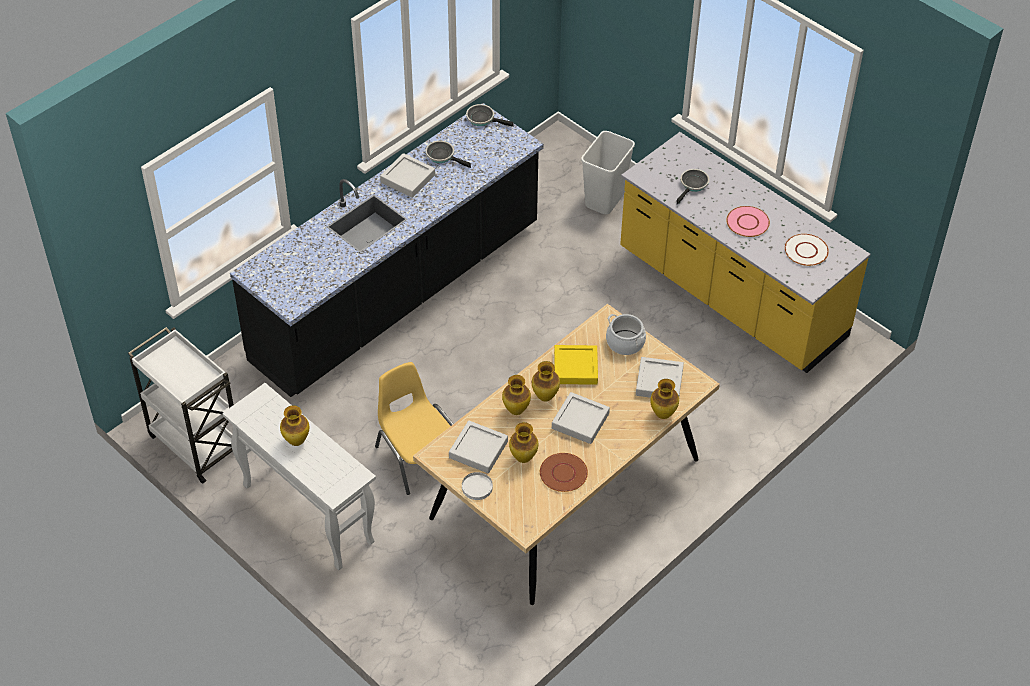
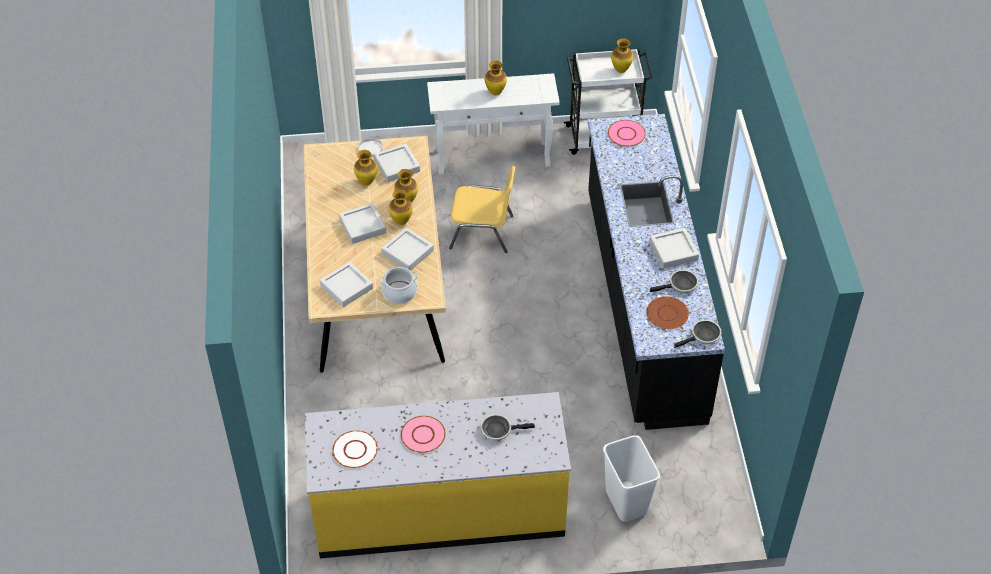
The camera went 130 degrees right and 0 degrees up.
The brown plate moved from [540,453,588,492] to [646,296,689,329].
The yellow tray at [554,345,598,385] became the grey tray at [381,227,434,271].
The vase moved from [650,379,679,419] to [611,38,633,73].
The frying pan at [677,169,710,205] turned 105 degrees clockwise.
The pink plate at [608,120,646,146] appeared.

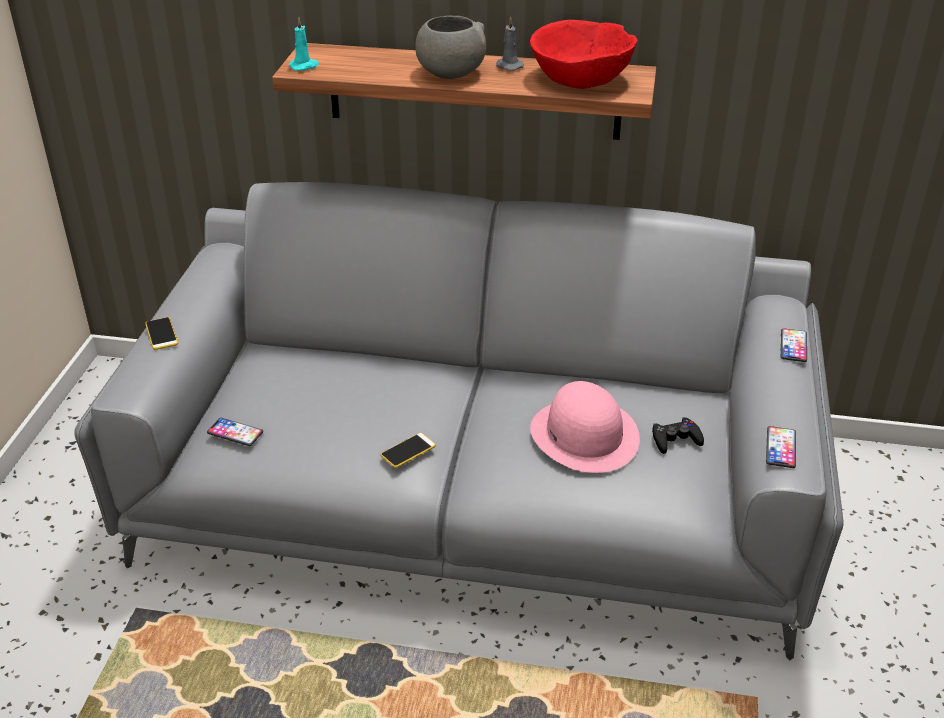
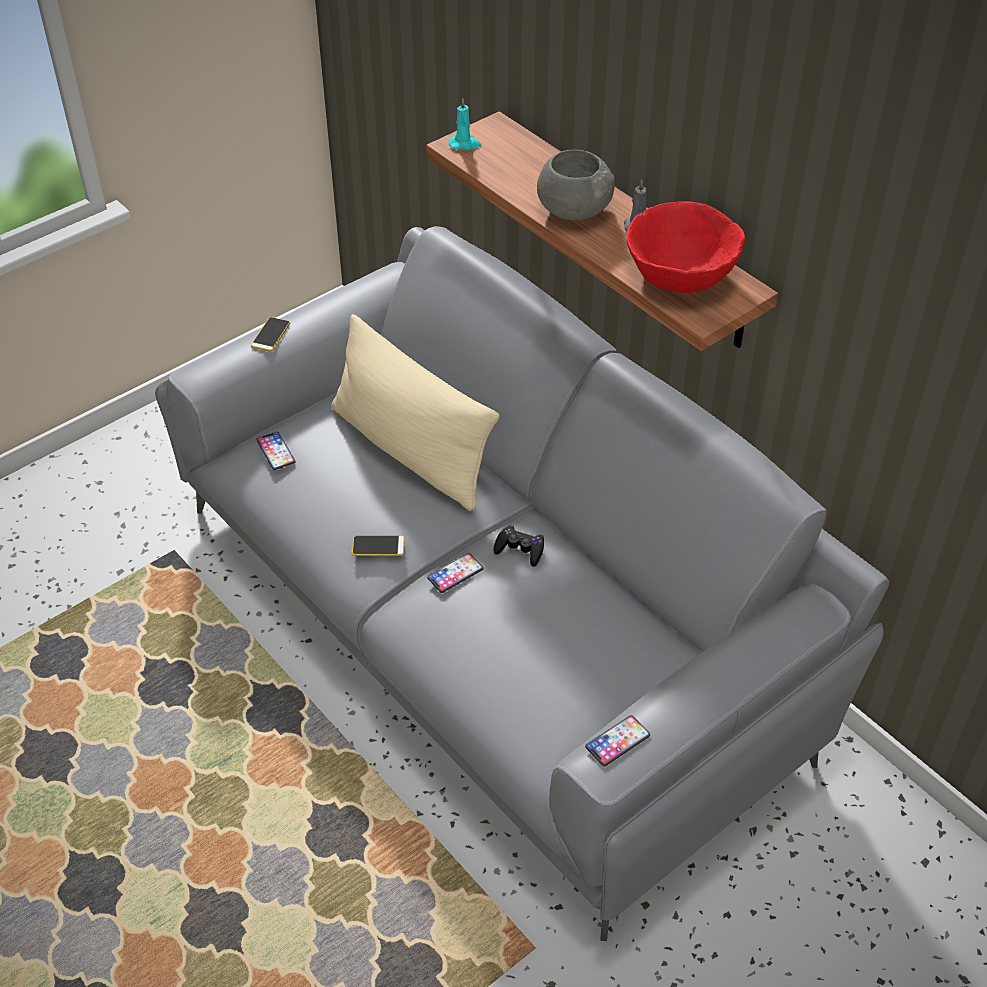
The camera went 40 degrees right and 10 degrees up.
The pink hat at [530,381,640,473] disappeared.
The black game controller moved from [652,417,704,454] to [494,525,544,567].
The phone moved from [781,328,807,362] to [427,553,484,593].
The beige pillow at [332,314,499,511] appeared.

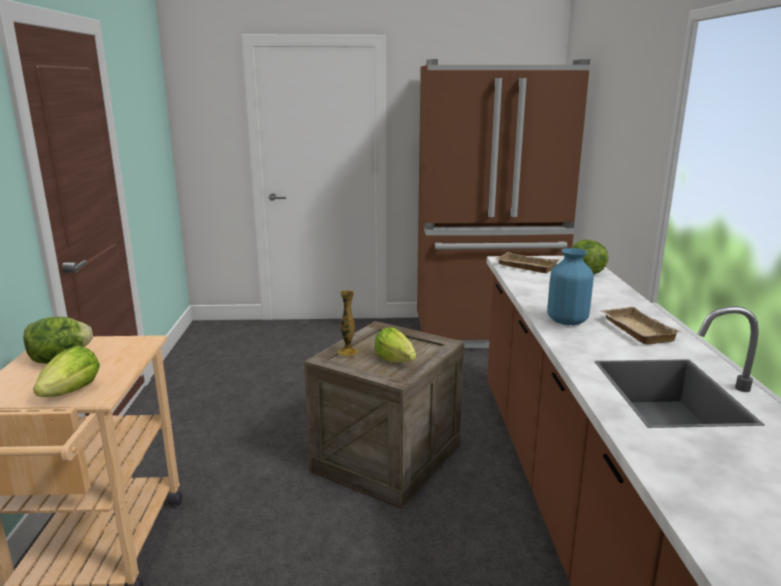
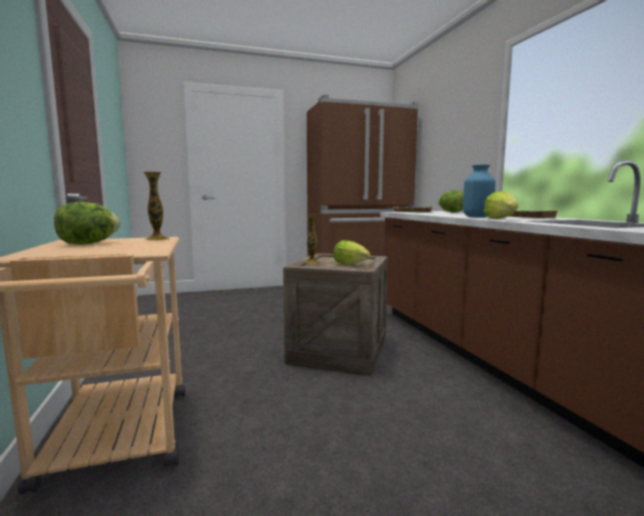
The camera went 15 degrees left and 10 degrees down.
The lettuce moved from [33,346,100,397] to [484,191,518,219].
The vase at [144,172,170,240] appeared.

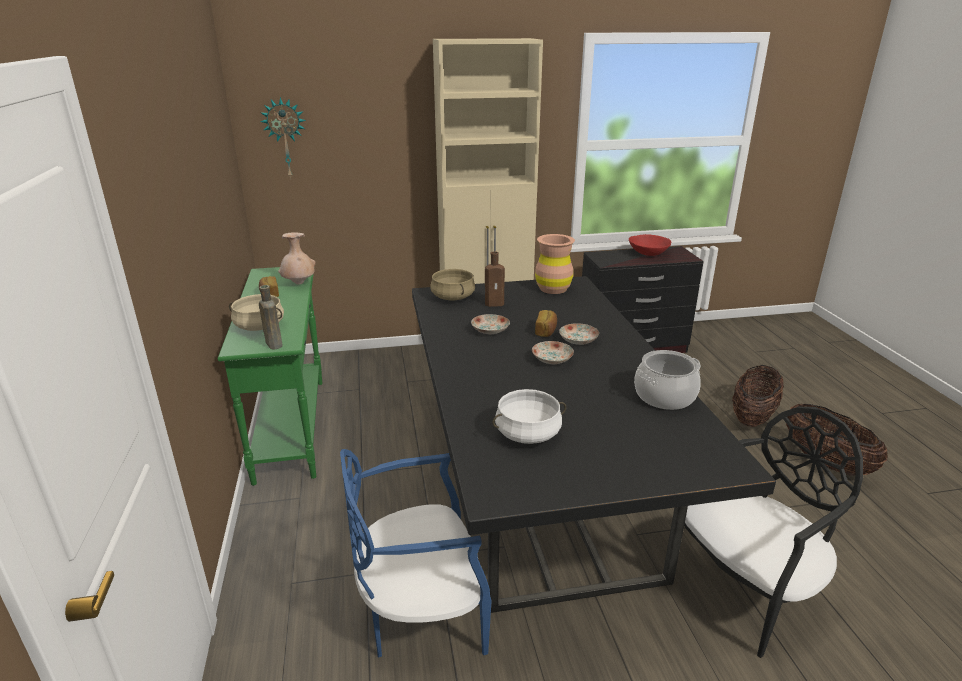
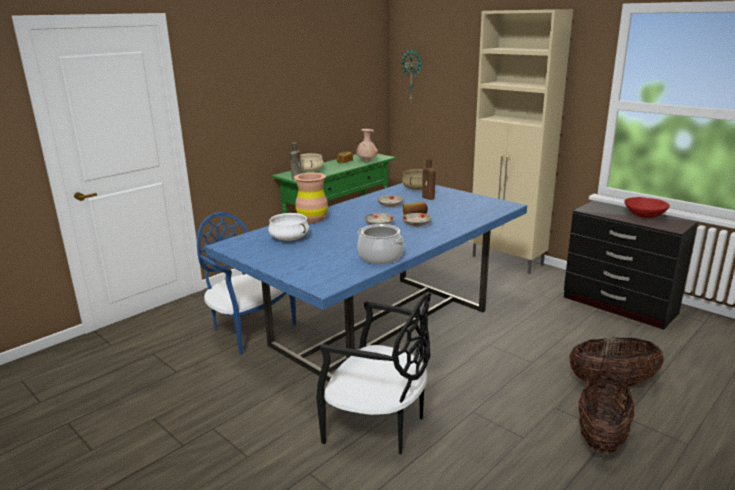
The camera went 55 degrees right and 5 degrees down.
The black dining table at [412,276,776,613] became the blue dining table at [205,183,527,382].
The brown vase moved from [535,234,575,294] to [294,173,328,223].

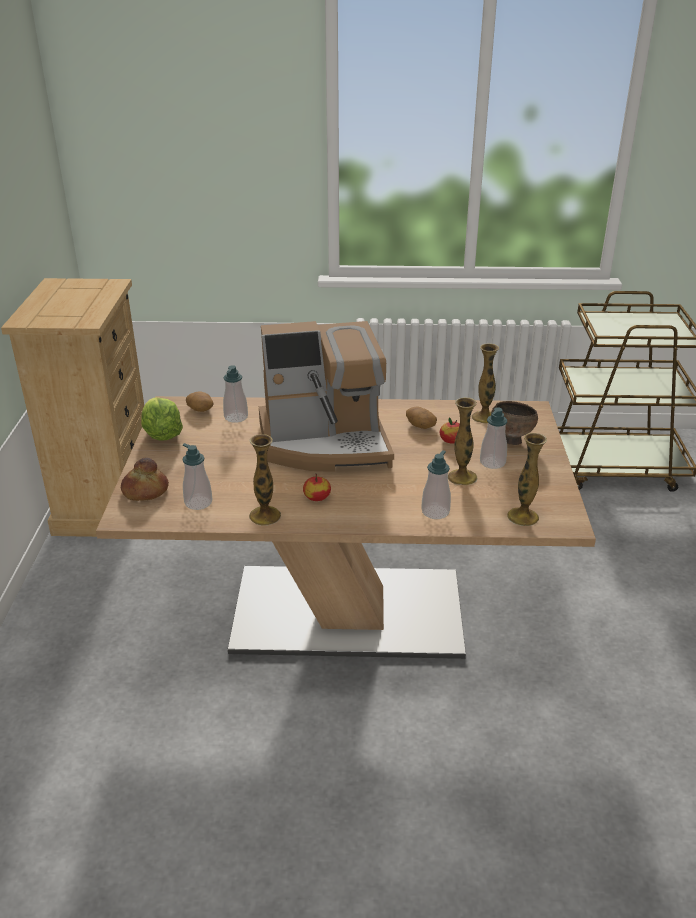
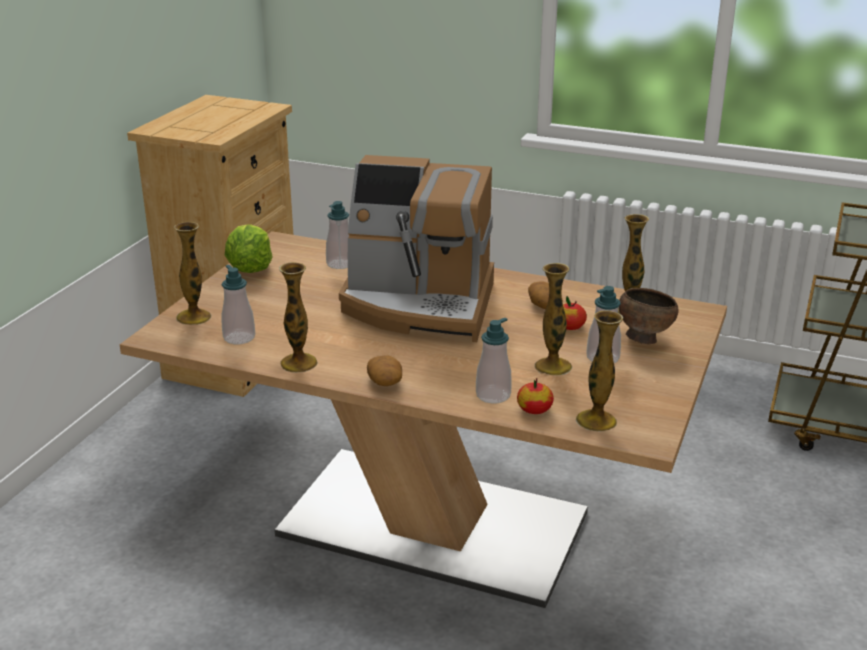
The camera went 20 degrees right and 5 degrees down.
The bread at [121,457,169,501] was replaced by the vase at [174,222,212,325].
The potato moved from [186,391,213,412] to [367,356,402,386].
The apple moved from [303,474,331,501] to [517,378,554,414].

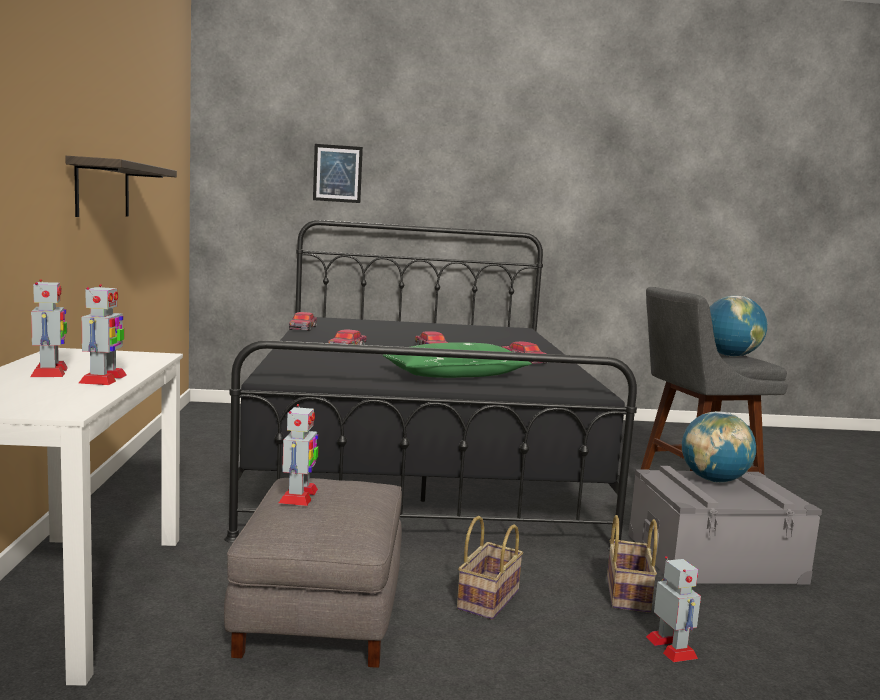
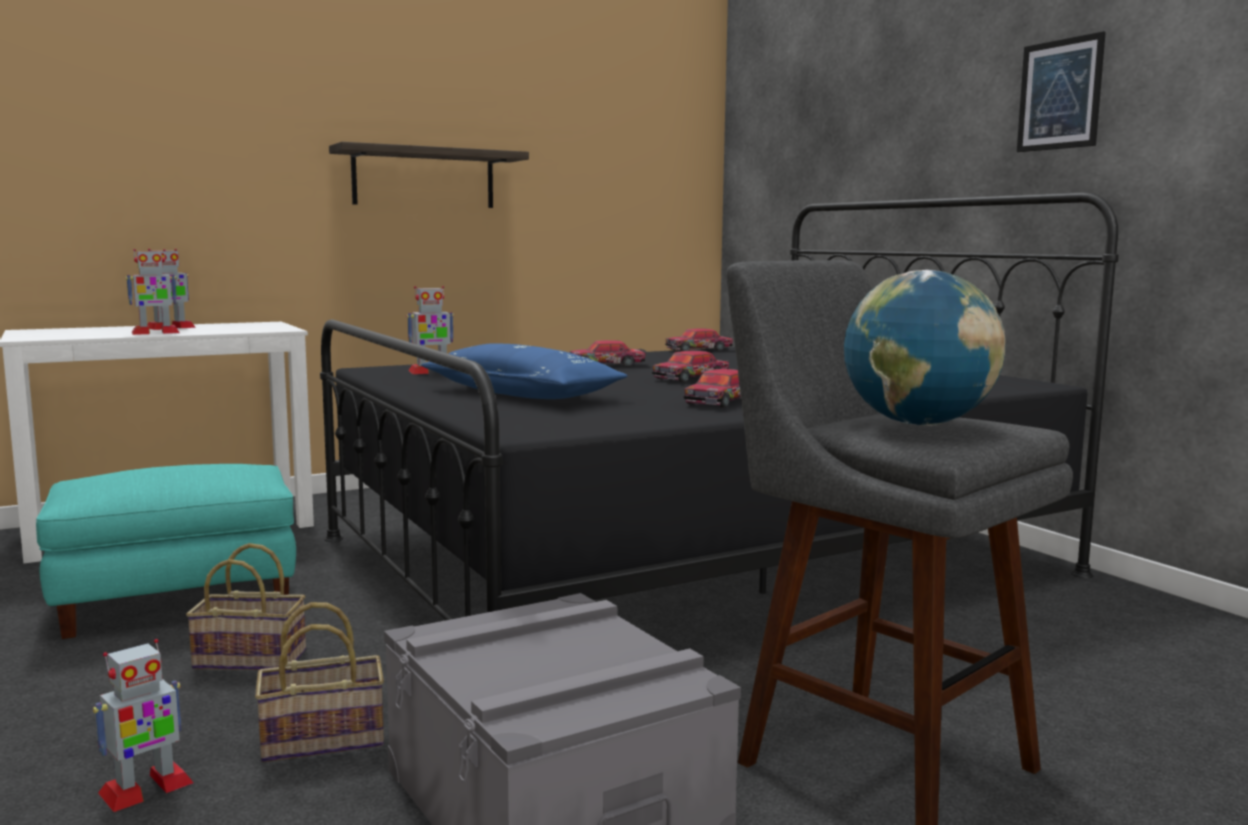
The camera went 65 degrees right and 0 degrees up.
The grey ottoman at [224,478,402,668] became the turquoise ottoman at [36,464,296,639].
The toy robot moved from [279,404,319,506] to [407,286,454,374].
The picture moved from [313,144,363,203] to [1017,31,1106,152].
The green pillow at [383,342,532,378] became the blue pillow at [421,343,628,399].
The globe at [682,411,756,483] disappeared.

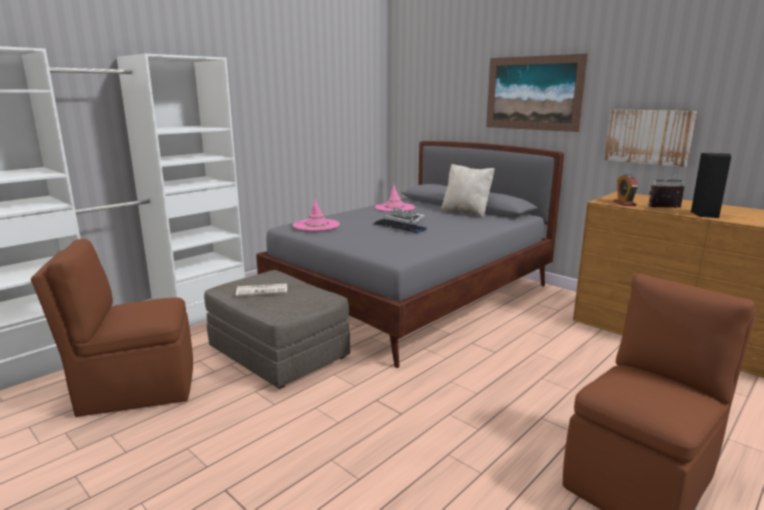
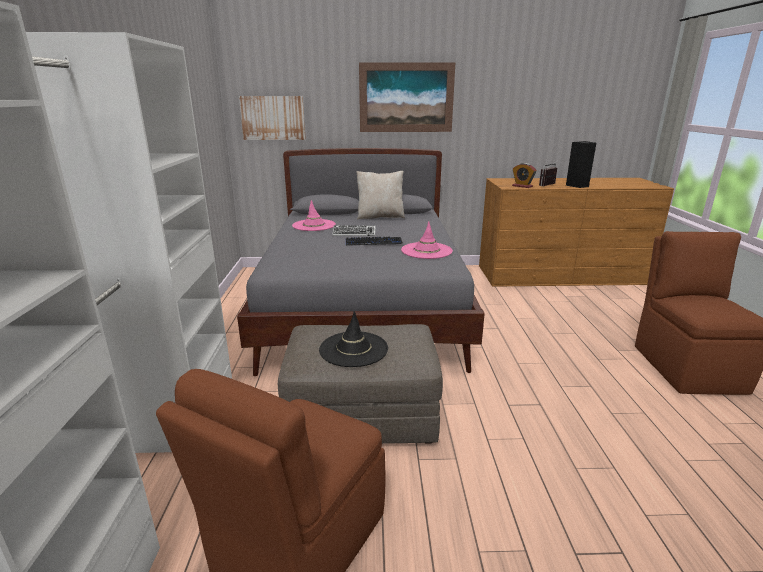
The camera went 45 degrees left and 5 degrees up.
The newspaper at [236,284,287,296] was replaced by the black hat at [319,311,388,367].
The pink hat moved from [293,198,340,231] to [401,221,453,259].
The picture moved from [604,109,697,167] to [239,96,306,140].

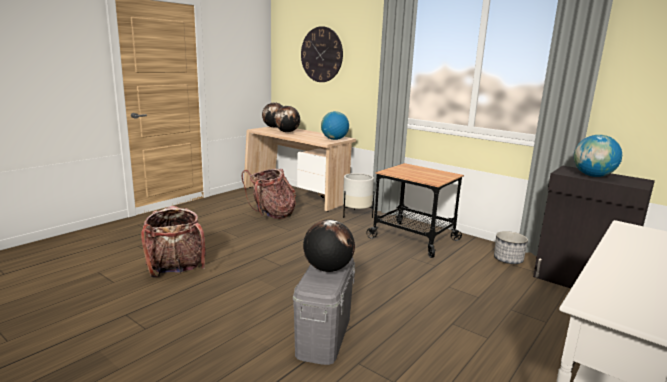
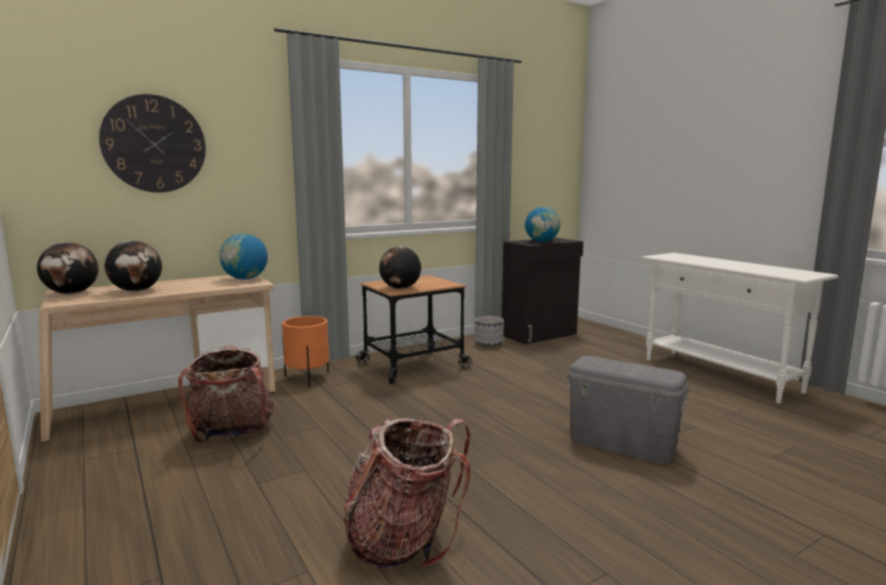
The camera went 70 degrees left and 5 degrees down.
The globe moved from [303,219,355,272] to [379,246,421,289].
The white planter at [343,173,375,218] became the orange planter at [282,316,329,387].

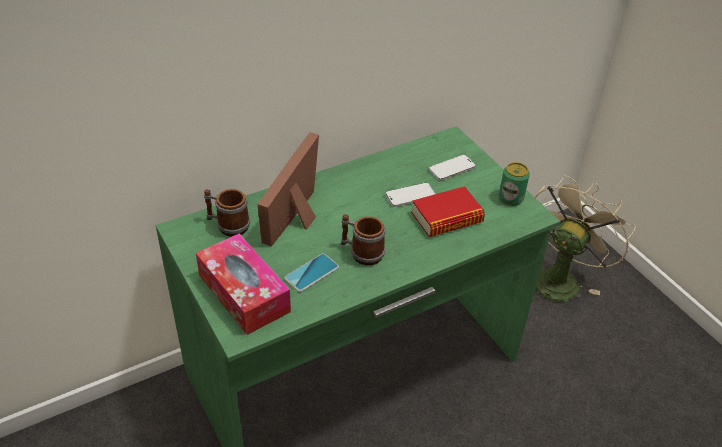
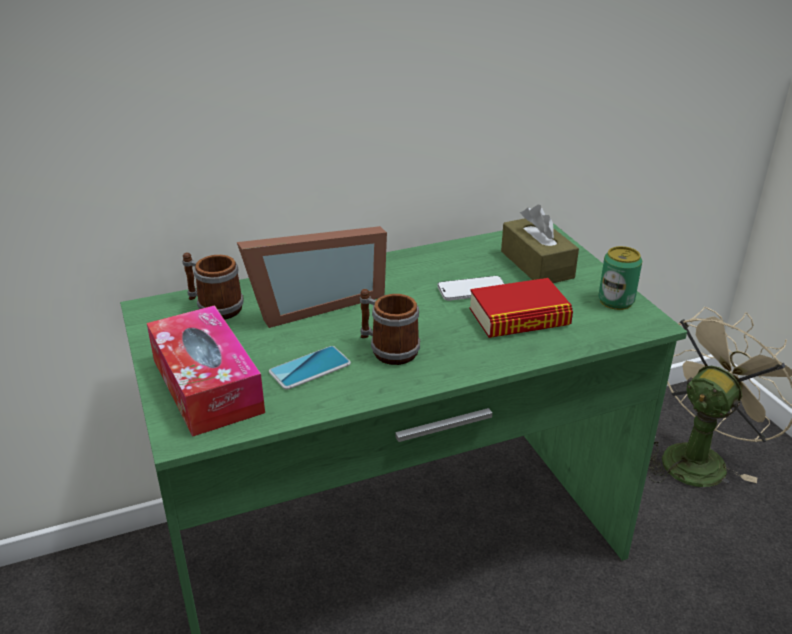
The camera went 10 degrees right and 10 degrees down.
The picture frame at [257,132,319,247] turned 150 degrees counterclockwise.
The phone at [429,155,476,181] was replaced by the brown tissue box at [501,205,579,283].

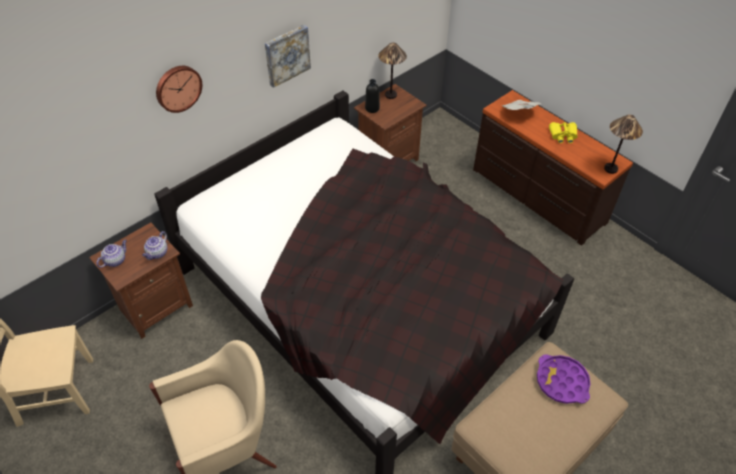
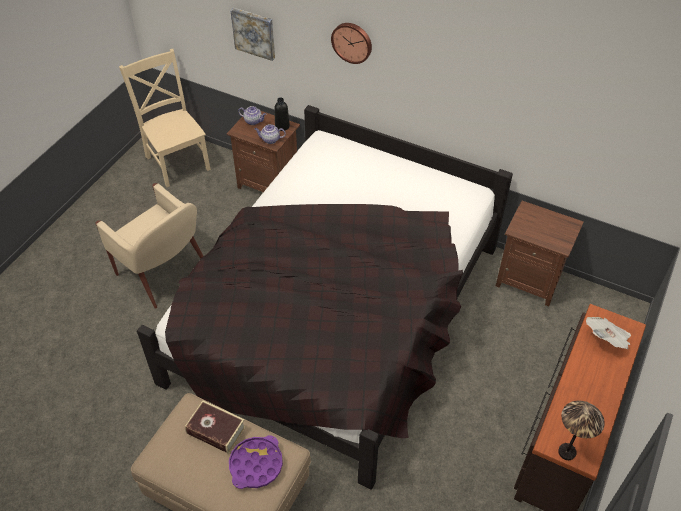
The camera went 70 degrees right and 0 degrees up.
The picture moved from [265,25,311,88] to [230,8,275,61].
The black bottle moved from [365,79,380,113] to [274,97,290,131].
The table lamp at [378,42,407,99] disappeared.
The yellow binoculars at [549,122,578,143] disappeared.
The book at [185,400,246,454] appeared.

